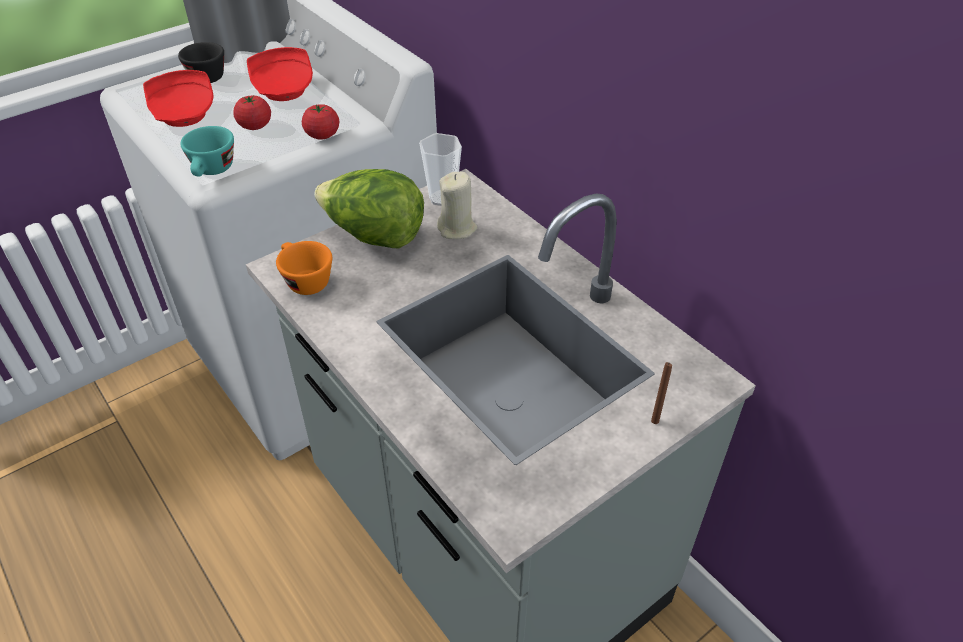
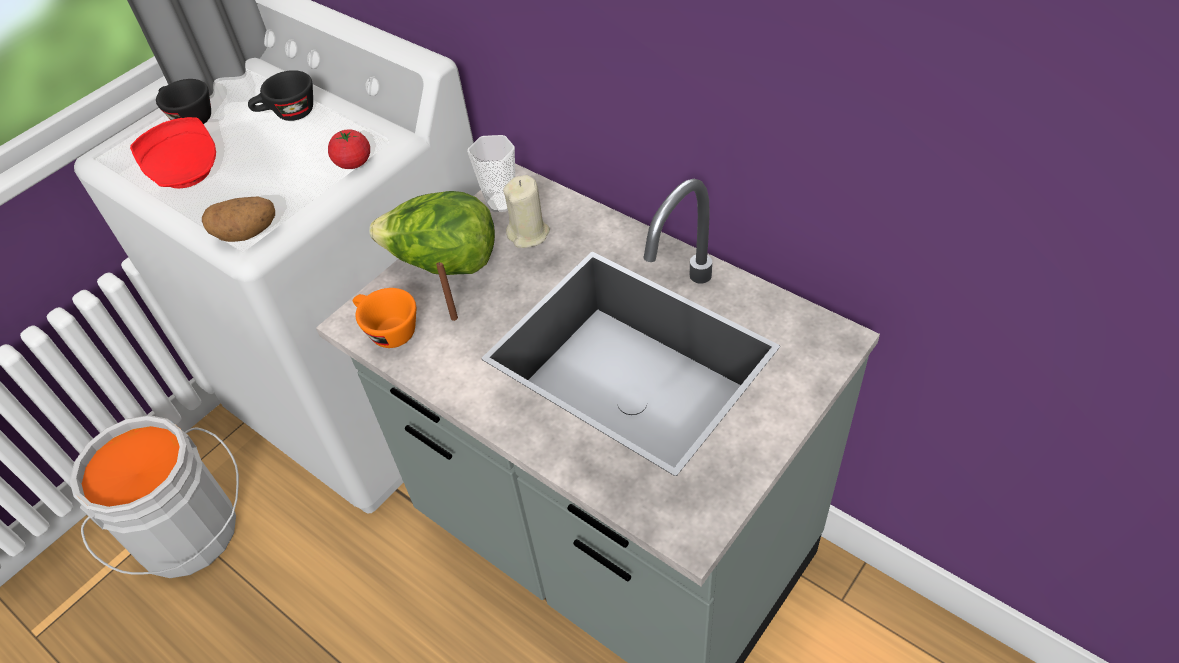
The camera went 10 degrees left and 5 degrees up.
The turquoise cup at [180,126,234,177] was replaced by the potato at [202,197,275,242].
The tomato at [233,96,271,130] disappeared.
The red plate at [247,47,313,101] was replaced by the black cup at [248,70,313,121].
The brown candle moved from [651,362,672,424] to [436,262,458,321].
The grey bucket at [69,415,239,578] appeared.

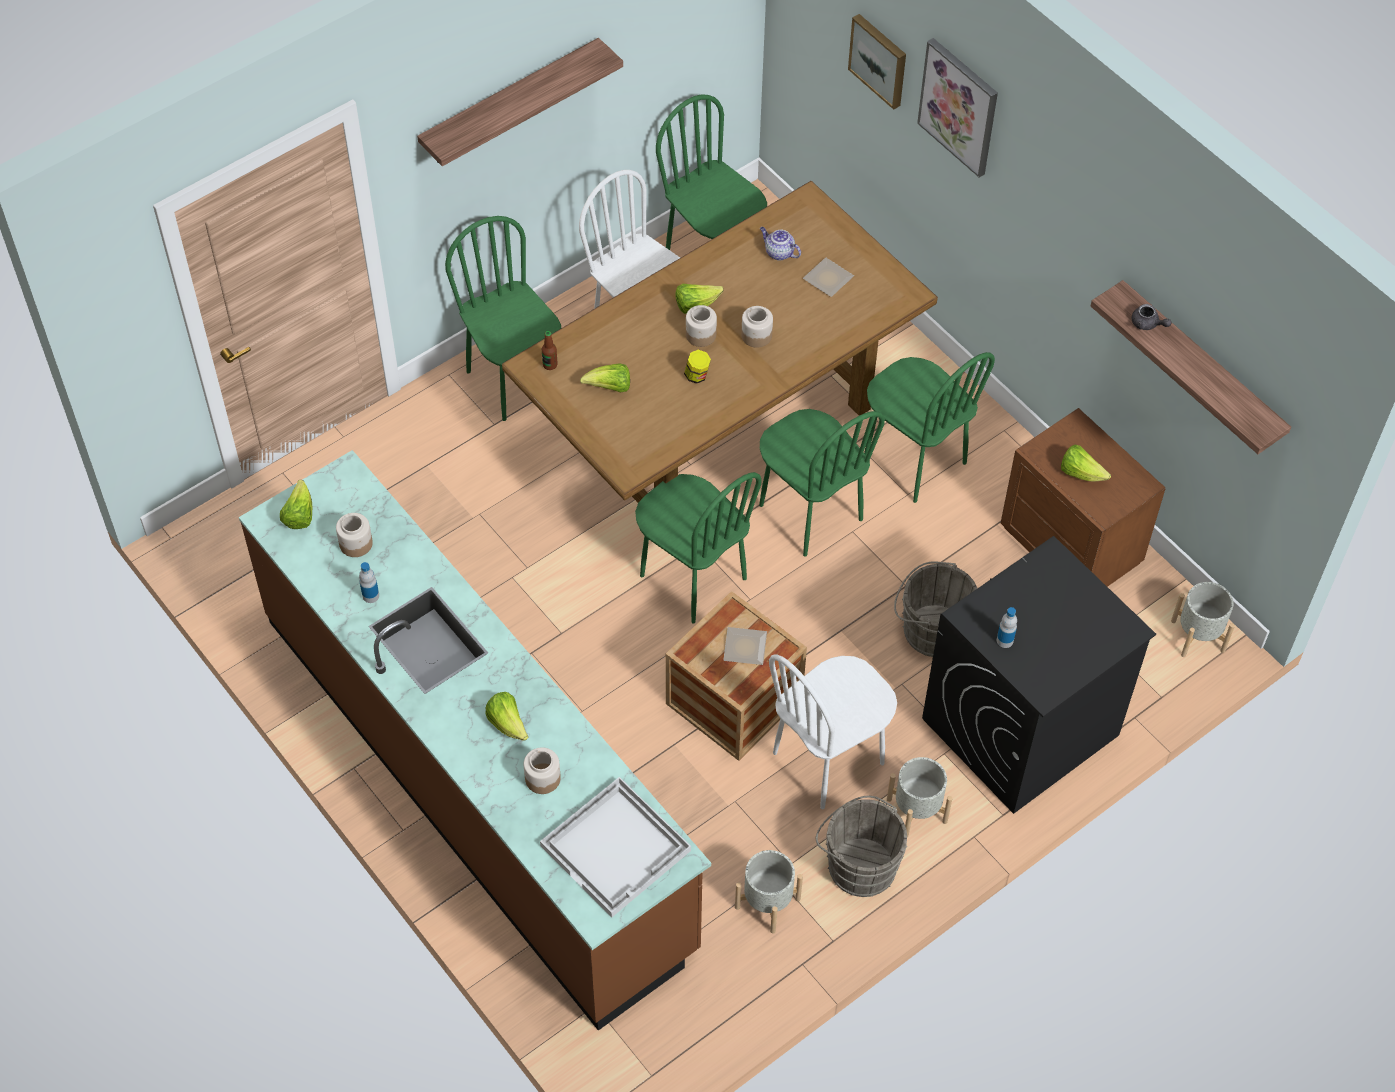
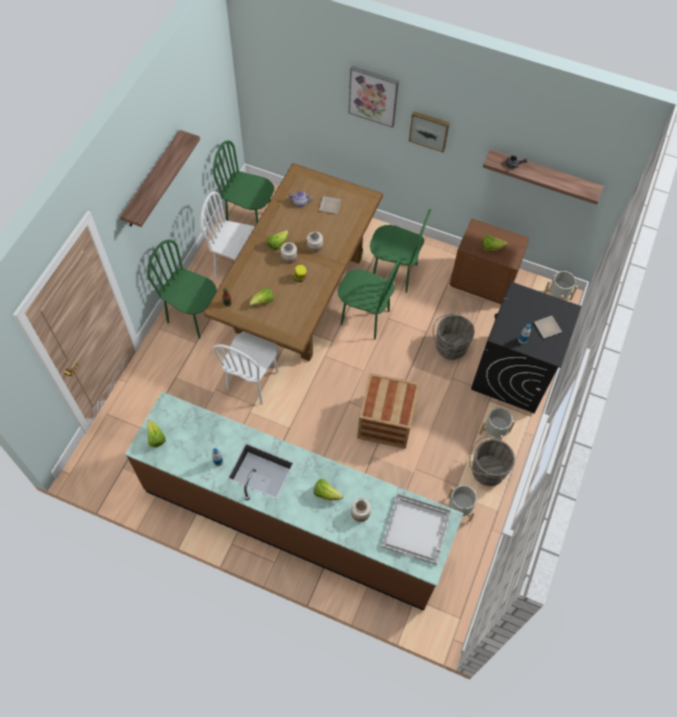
The camera went 30 degrees left and 5 degrees up.
The jar at [336,513,373,557] disappeared.
The green chair at [635,472,762,624] disappeared.
The plate moved from [723,627,767,665] to [534,316,562,338].
The white chair moved from [769,654,897,809] to [213,331,278,405].
The picture moved from [848,14,906,110] to [409,111,450,152].

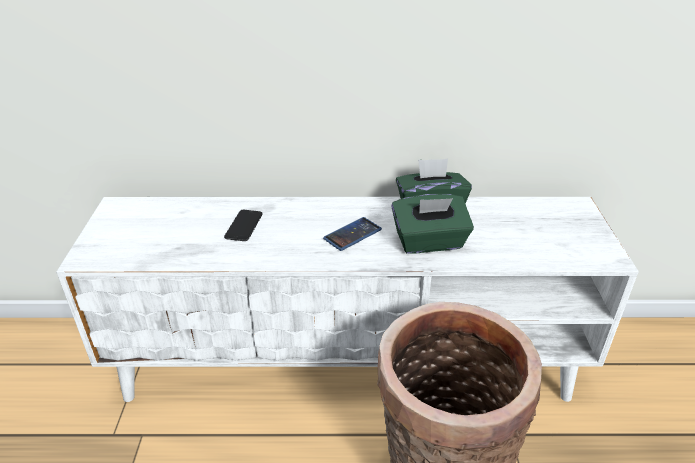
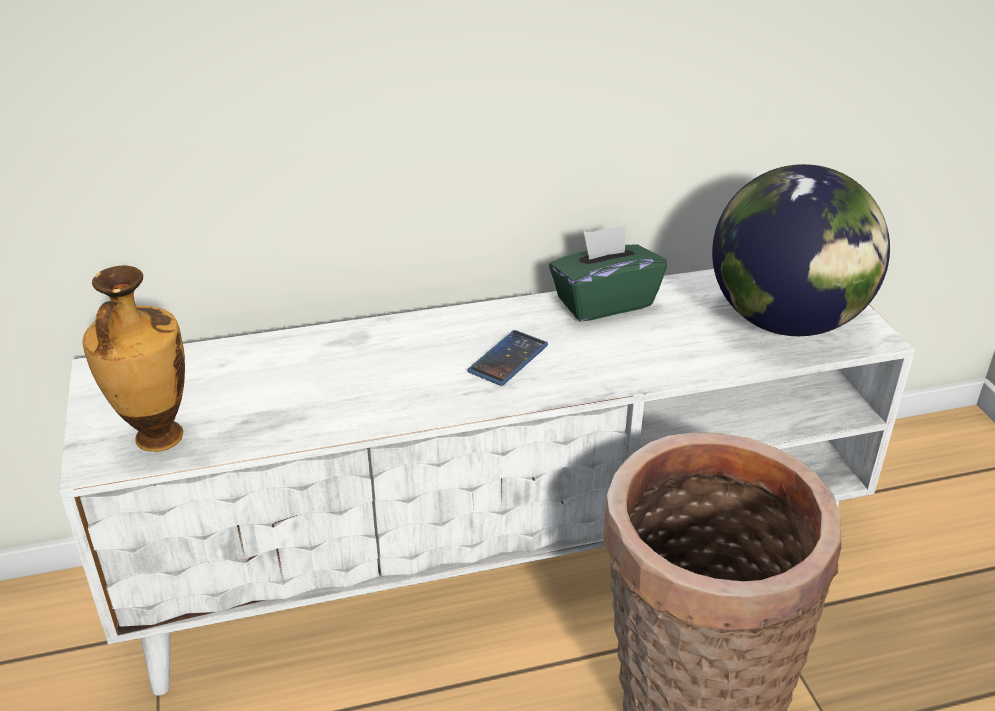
The camera went 15 degrees left and 0 degrees up.
The phone at [224,210,263,241] disappeared.
The green tissue box at [391,194,474,254] disappeared.
The vase at [82,265,185,452] appeared.
The globe at [712,164,890,336] appeared.

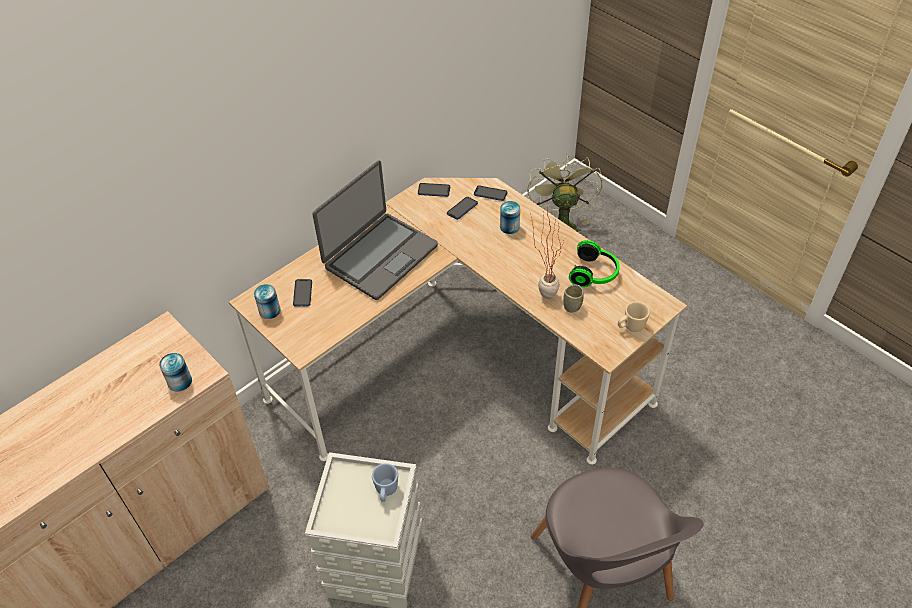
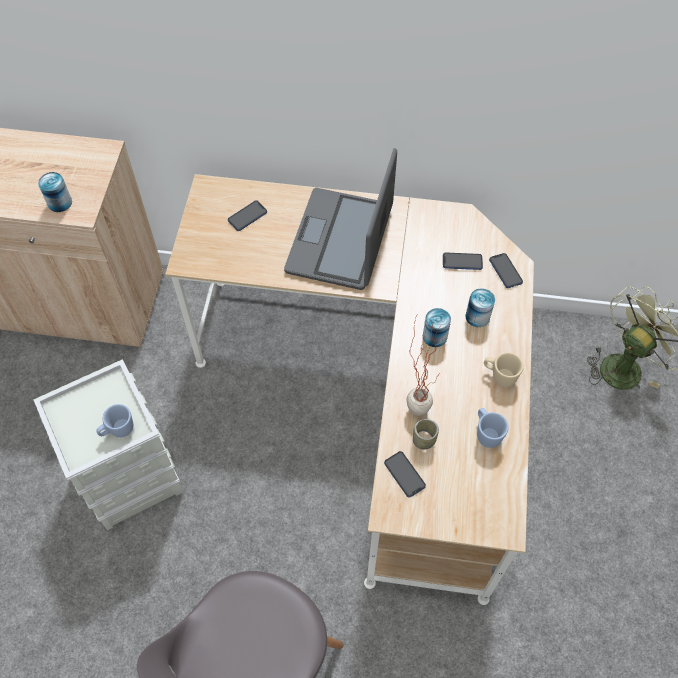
The camera went 50 degrees right and 10 degrees up.
The can moved from [254,284,280,319] to [423,308,451,347].
The laptop at [312,160,438,300] turned 105 degrees clockwise.
The phone moved from [418,183,450,197] to [384,451,426,497].
The headphones at [569,240,620,287] was replaced by the blue mug at [477,408,509,448].
The beige mug moved from [618,301,650,332] to [484,352,524,387].

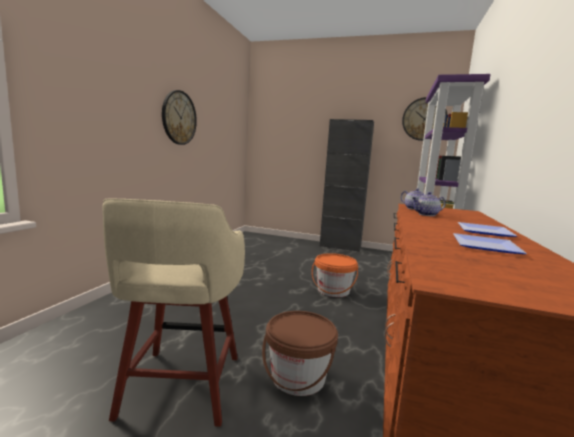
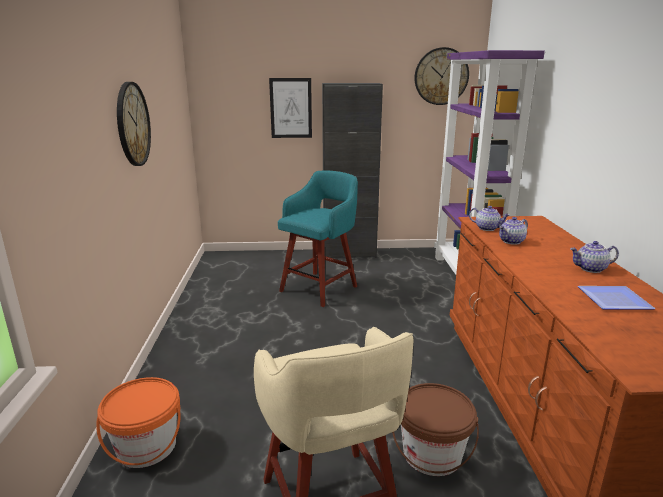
The camera went 20 degrees left and 10 degrees up.
The orange bucket moved from [312,253,358,297] to [96,377,181,468].
The plate at [458,222,517,237] was replaced by the teapot at [570,241,619,273].
The picture at [269,78,312,138] appeared.
The turquoise stool at [278,171,358,307] appeared.

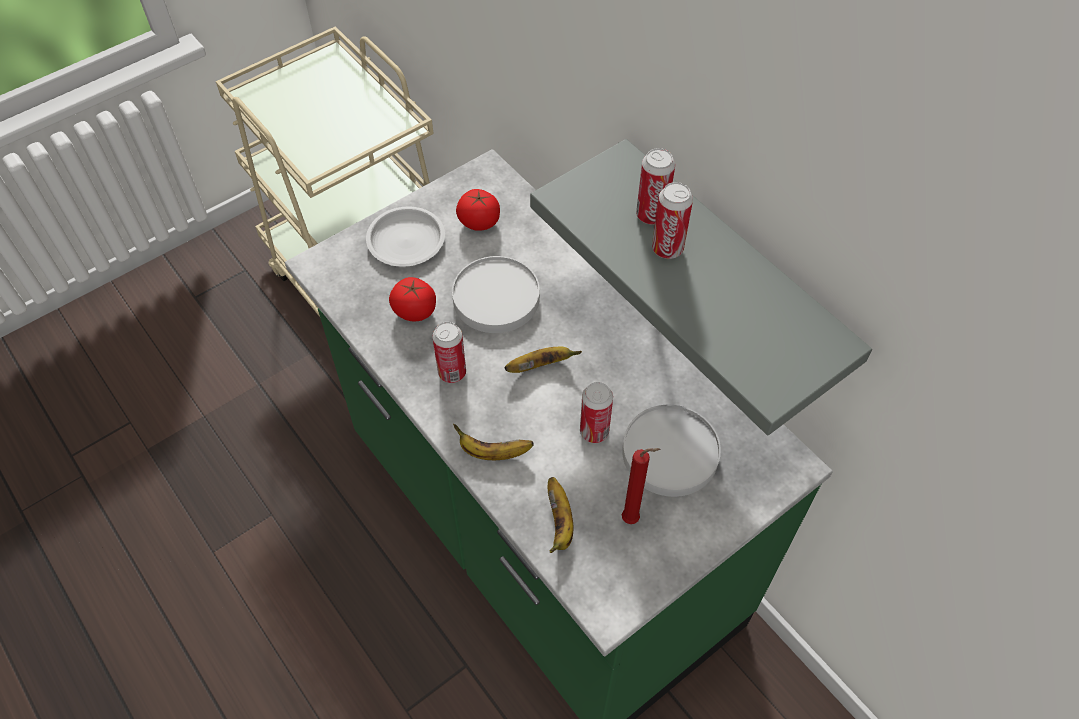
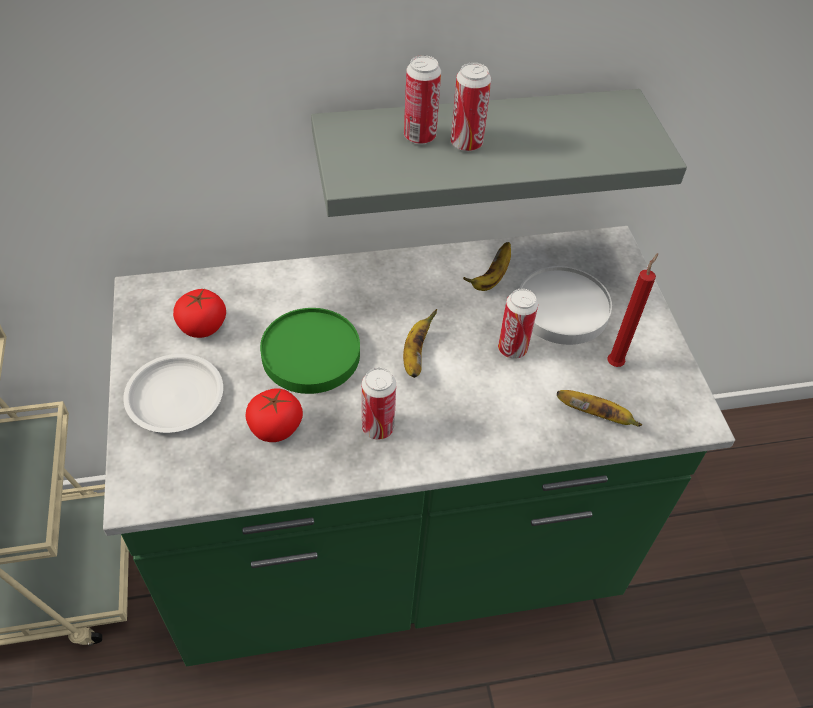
The camera went 65 degrees left and 5 degrees down.
The white plate at [452,256,540,333] became the green plate at [260,308,360,394].
The banana moved from [453,424,534,460] to [463,242,511,291].

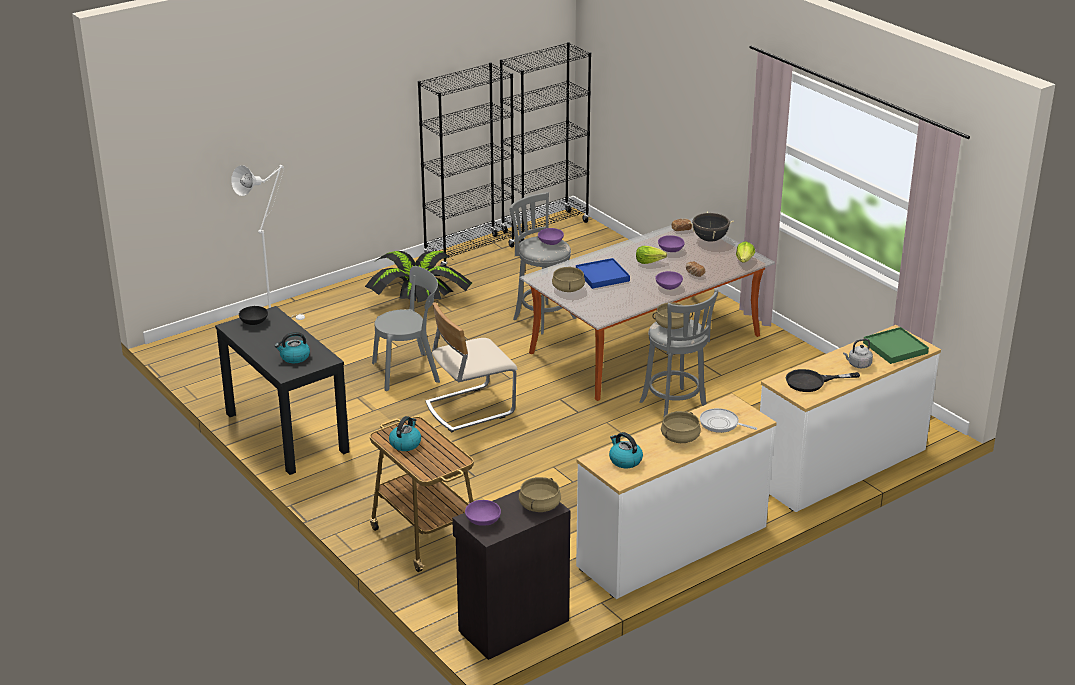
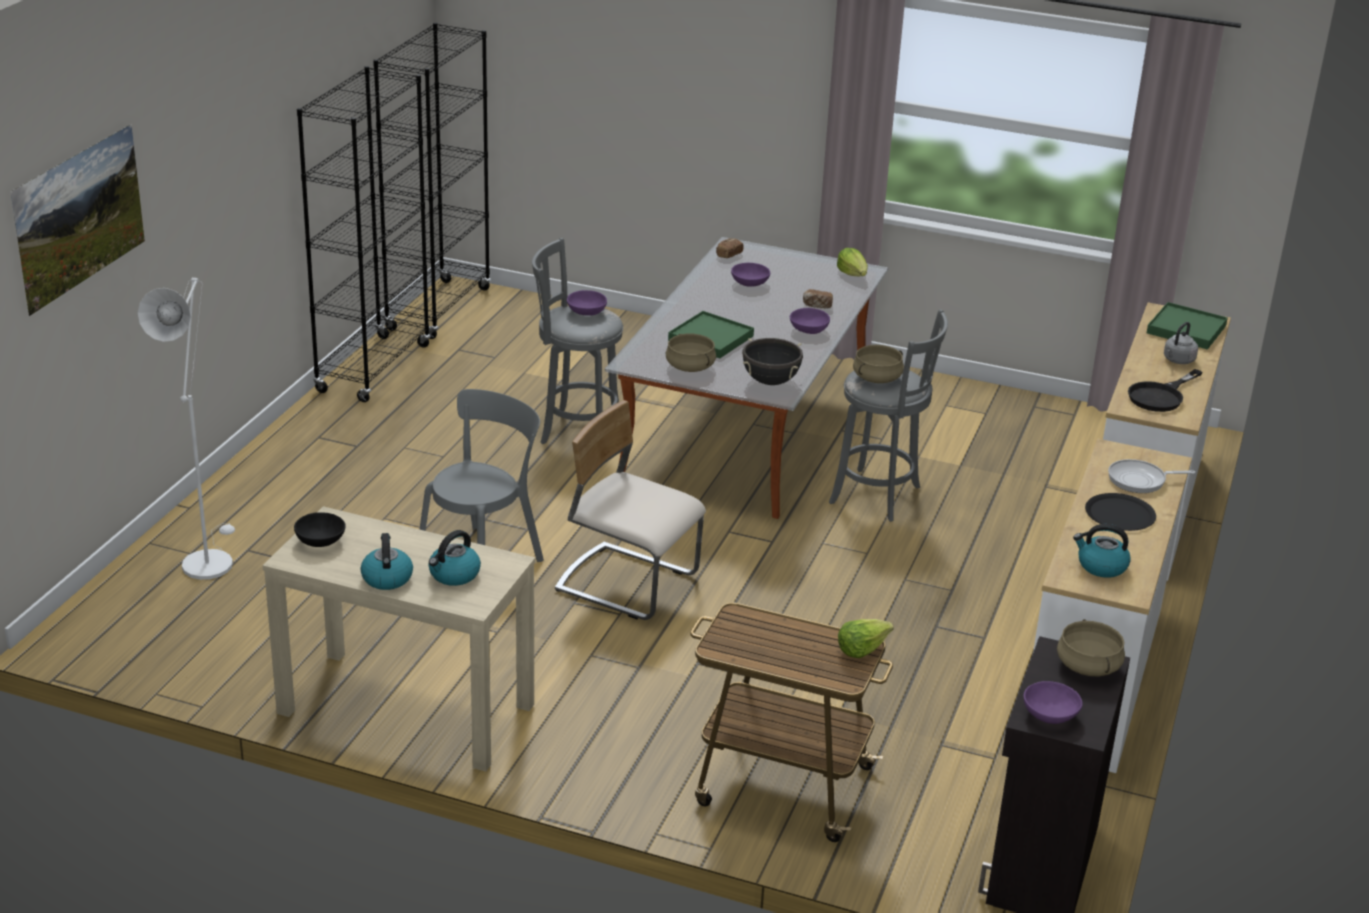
The camera went 35 degrees left and 0 degrees up.
The black console table at [215,306,349,475] became the beige console table at [263,506,535,772].
The potted plant at [365,251,472,303] disappeared.
The kettle moved from [389,416,421,451] to [360,533,413,590].
The beige chair at [426,302,517,432] turned 90 degrees clockwise.
The blue tray at [576,258,630,289] became the green tray at [668,311,754,358].
The lettuce moved from [636,246,667,264] to [838,619,894,658].
The beige cooking pot at [661,411,701,443] was replaced by the black plate at [1085,493,1156,531].
The black cooking pot moved from [688,212,734,242] to [742,338,803,385].
The picture at [11,124,145,316] appeared.

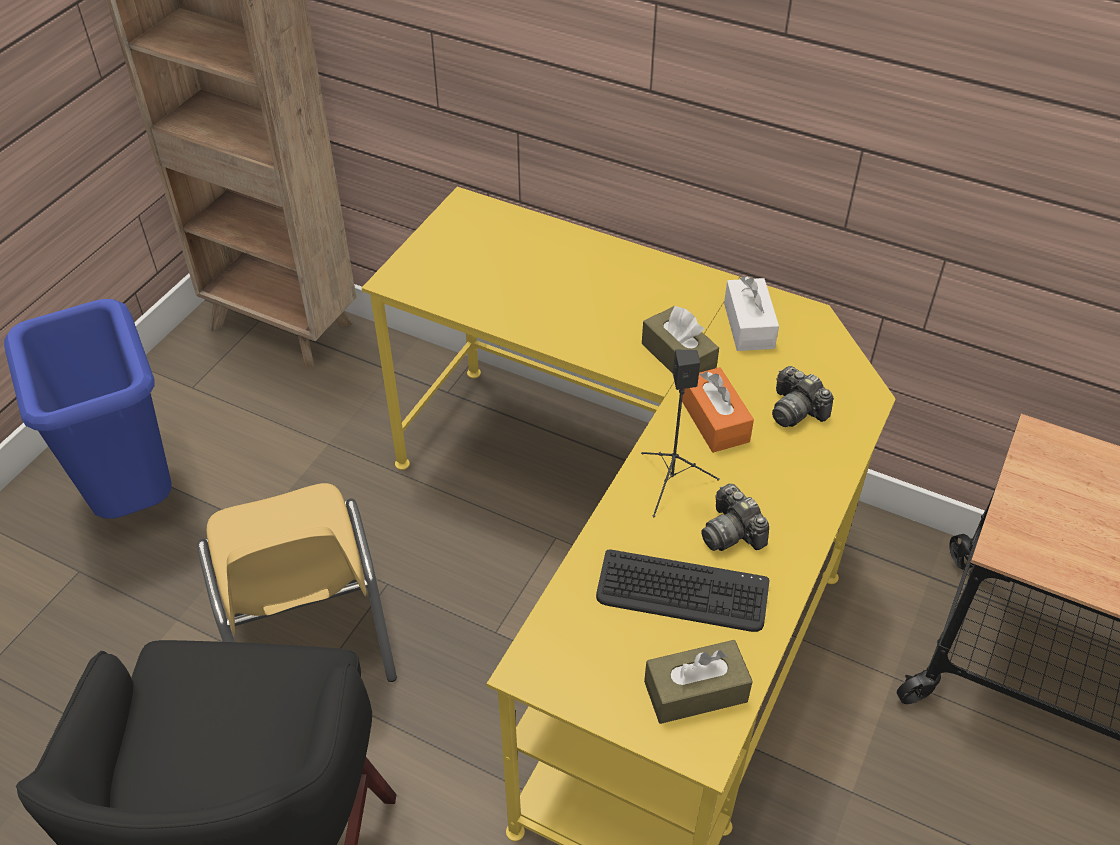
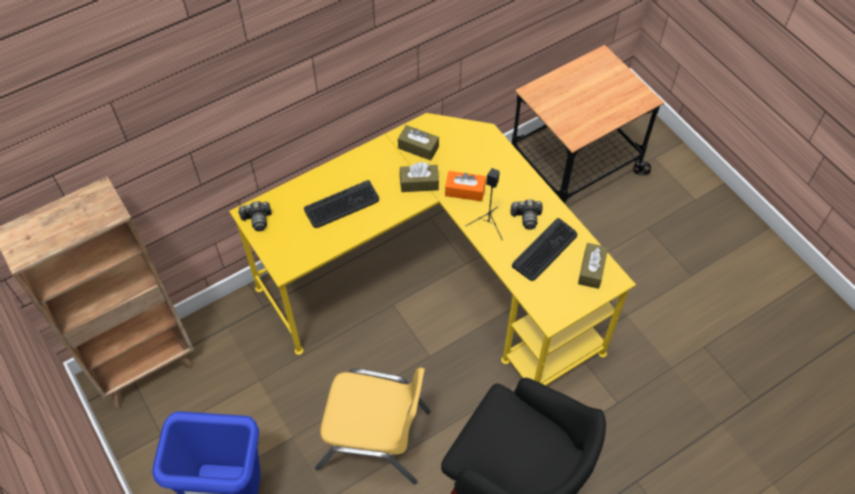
The camera went 60 degrees left and 10 degrees up.
The white tissue box at [724,276,779,351] became the brown tissue box at [398,125,439,161].
The photo camera moved from [772,366,834,427] to [238,201,272,231].
The keyboard at [304,180,379,228] appeared.

